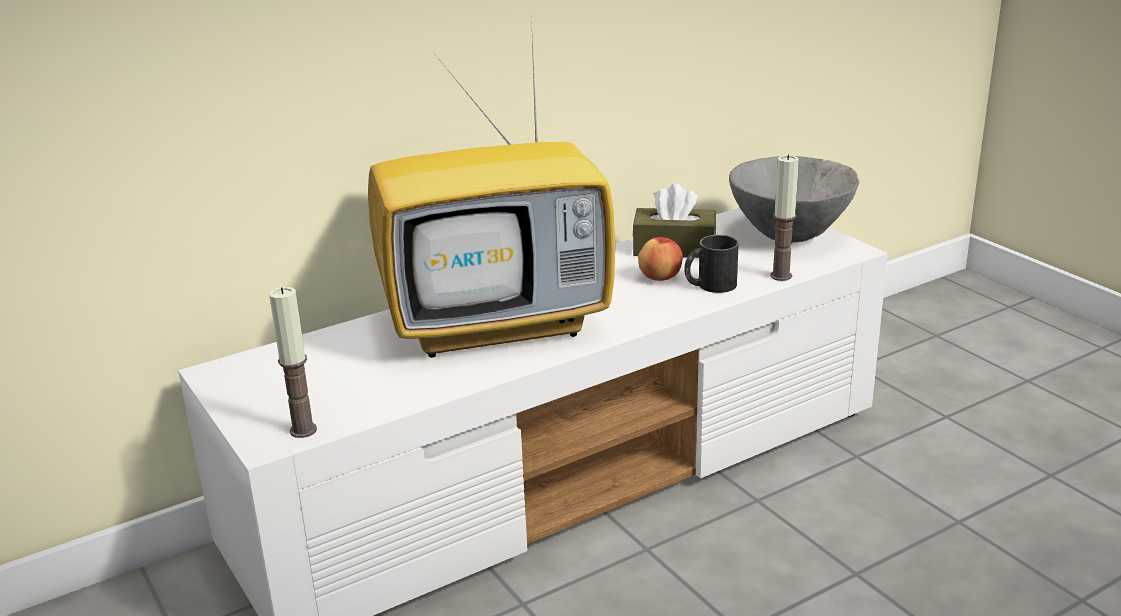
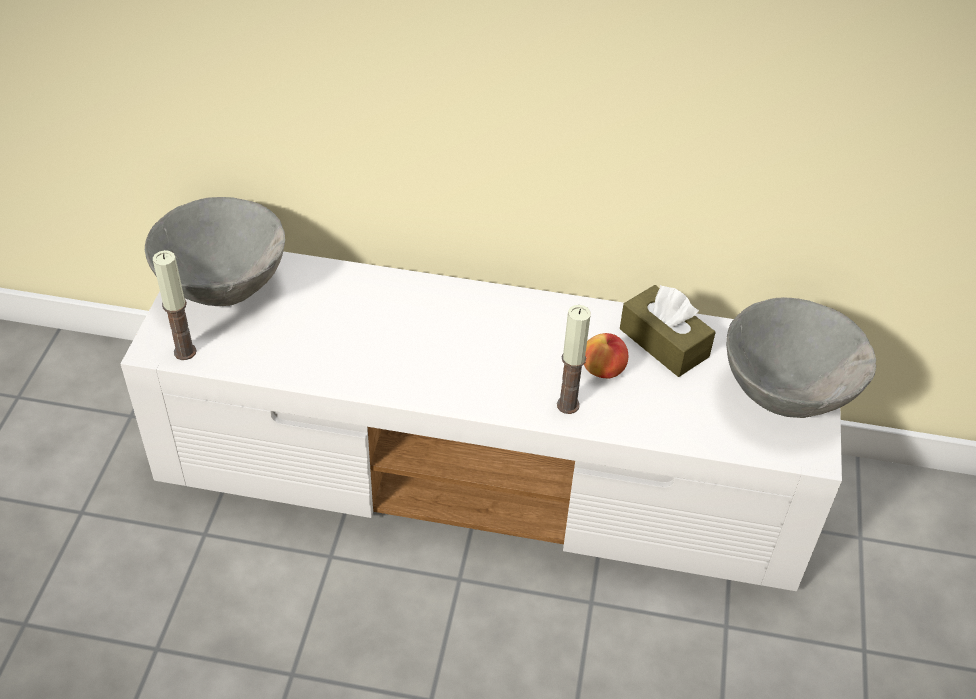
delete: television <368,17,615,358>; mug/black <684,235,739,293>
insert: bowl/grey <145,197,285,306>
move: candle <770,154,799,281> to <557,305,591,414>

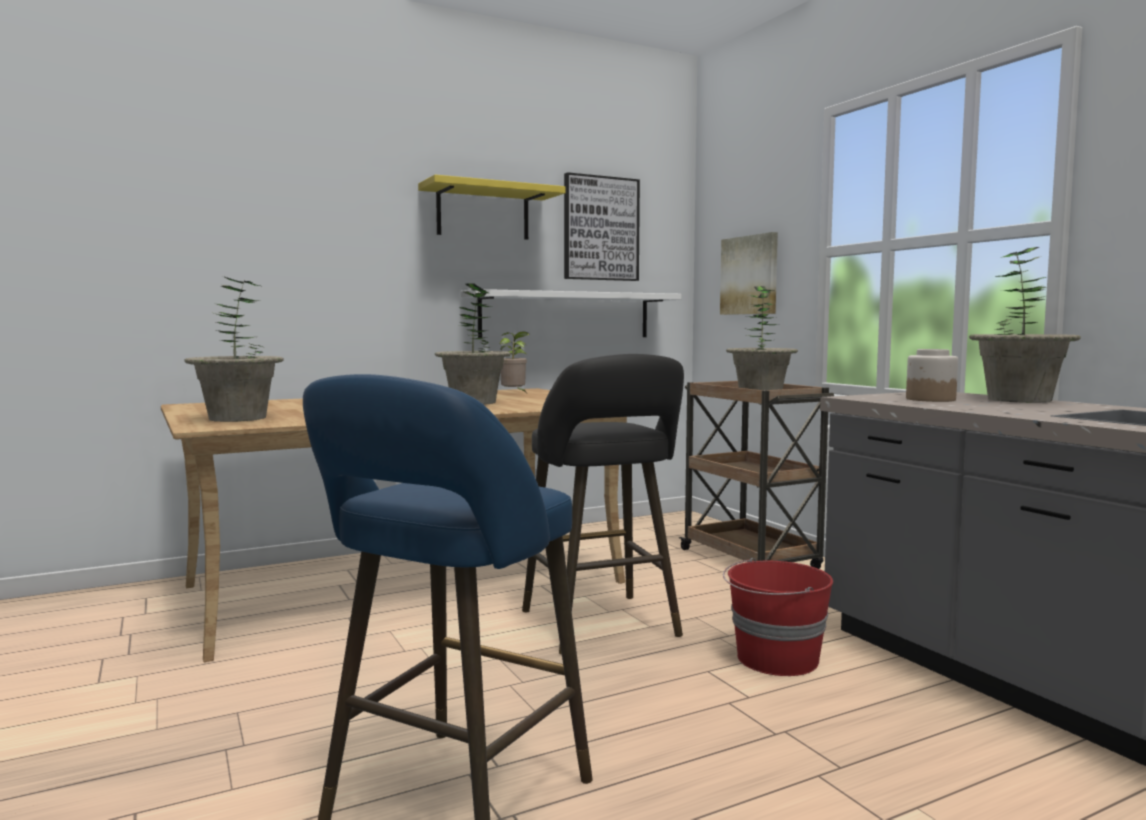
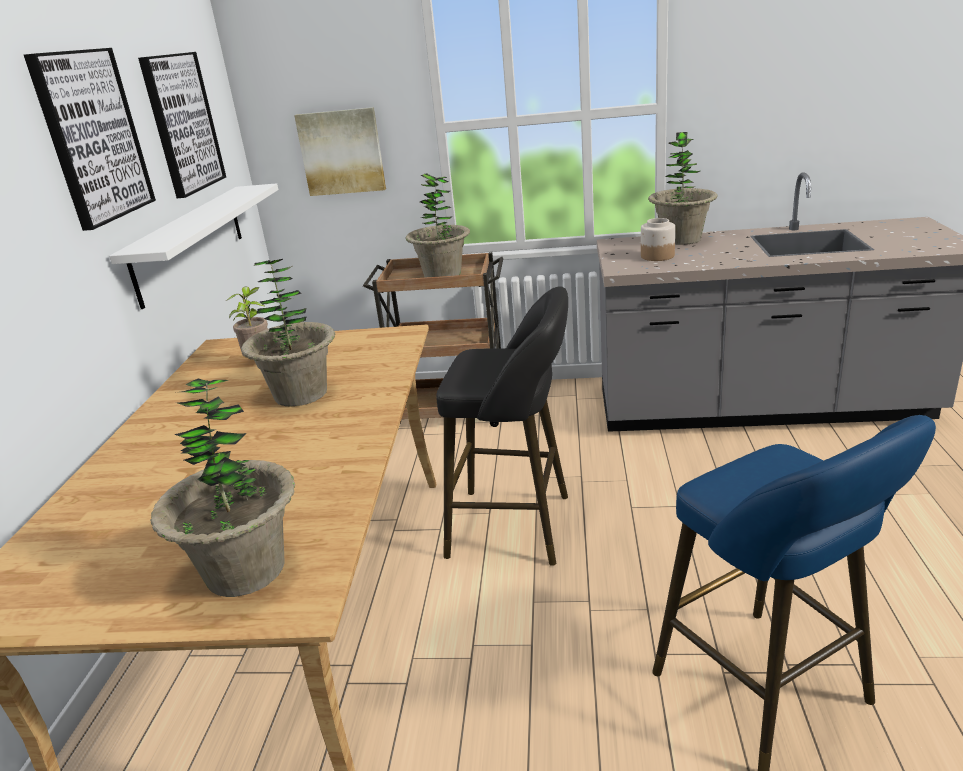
delete: bucket/red <723,558,833,676>
replace: shelf/yellow <418,174,565,240> to picture <24,48,156,231>

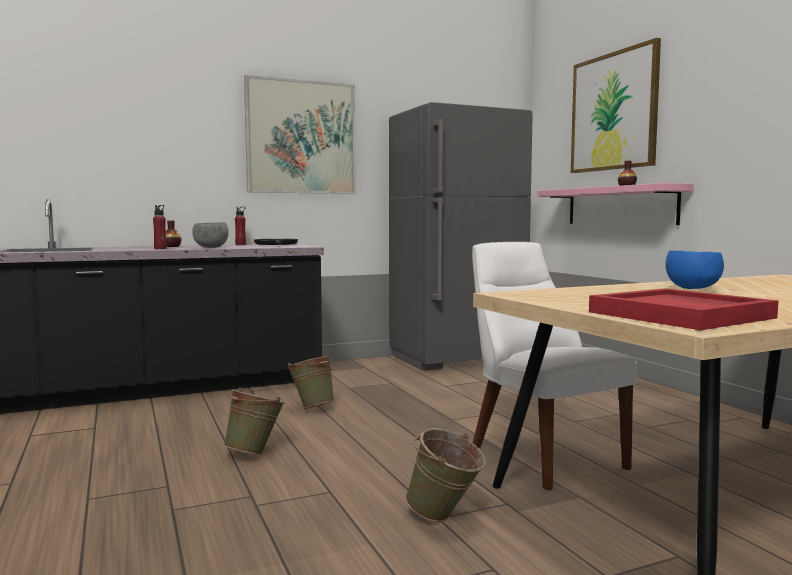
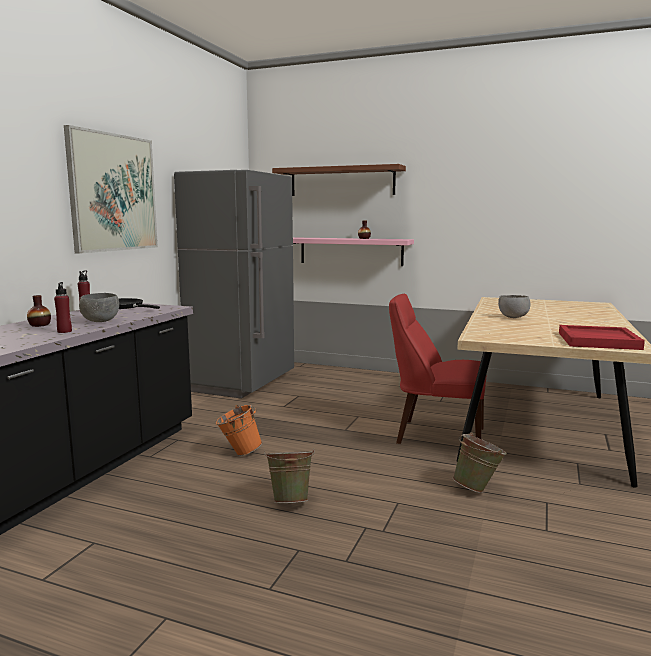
replace: picture <571,38,661,173> to shelf/brown <272,164,406,196>
recolor: bucket/green <287,356,335,409> to bucket/orange <215,405,262,456>; chair/white <472,242,637,490> to chair/red <389,294,487,444>; bowl/blue <665,251,724,289> to bowl/grey <498,295,530,318>

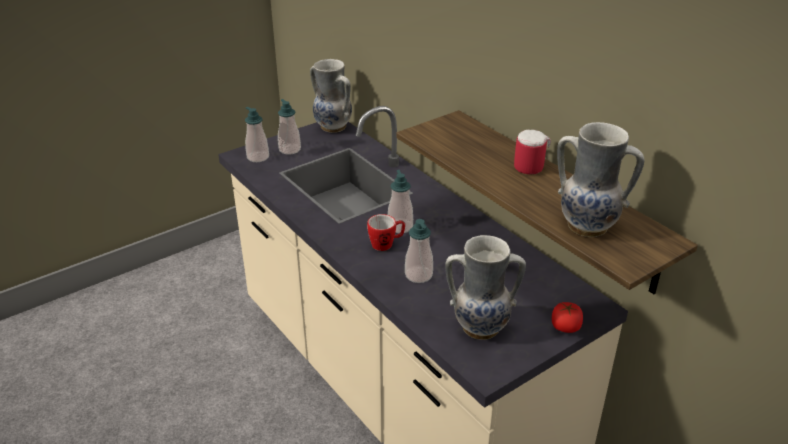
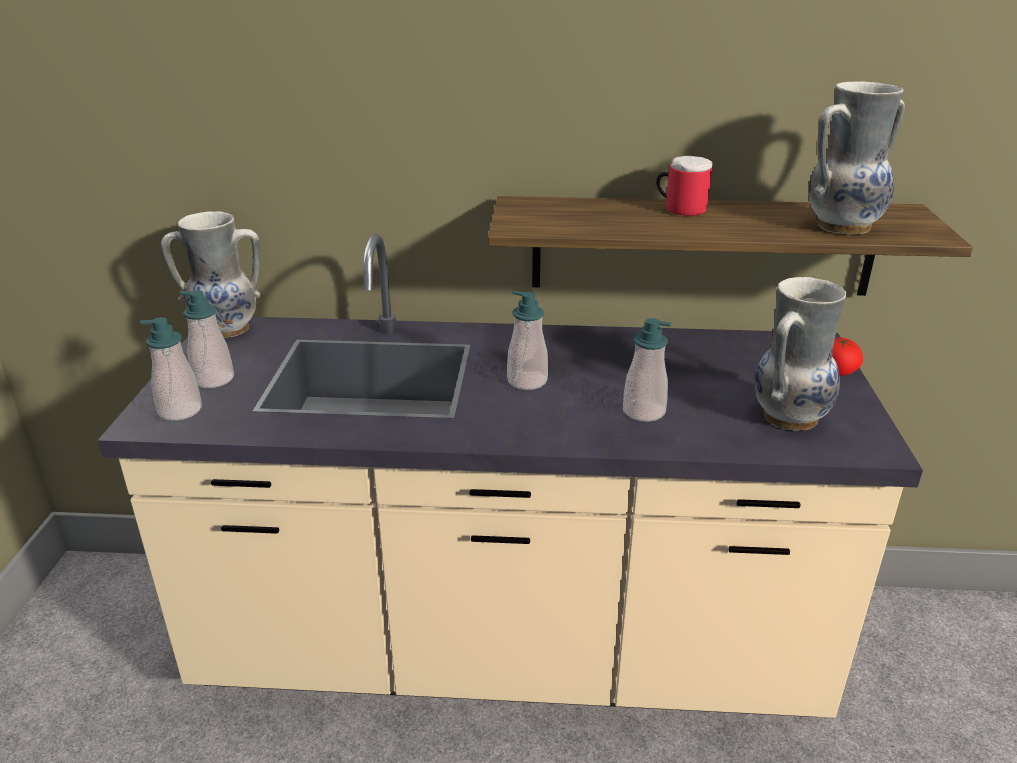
delete: mug <367,214,405,251>

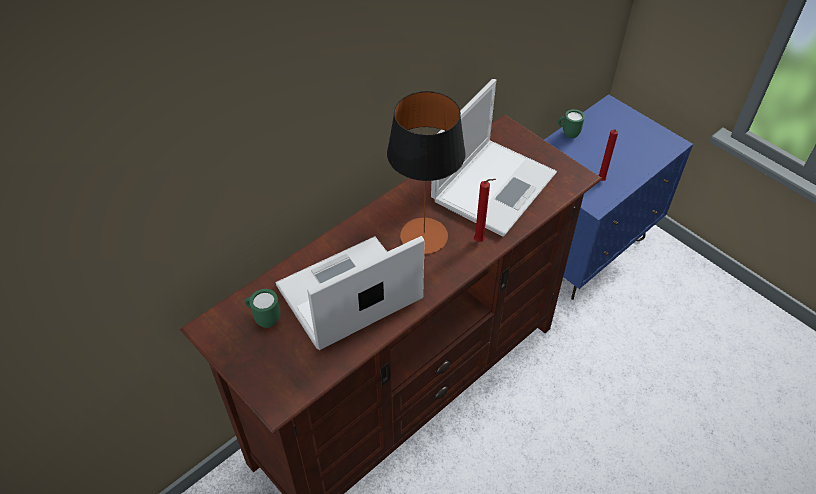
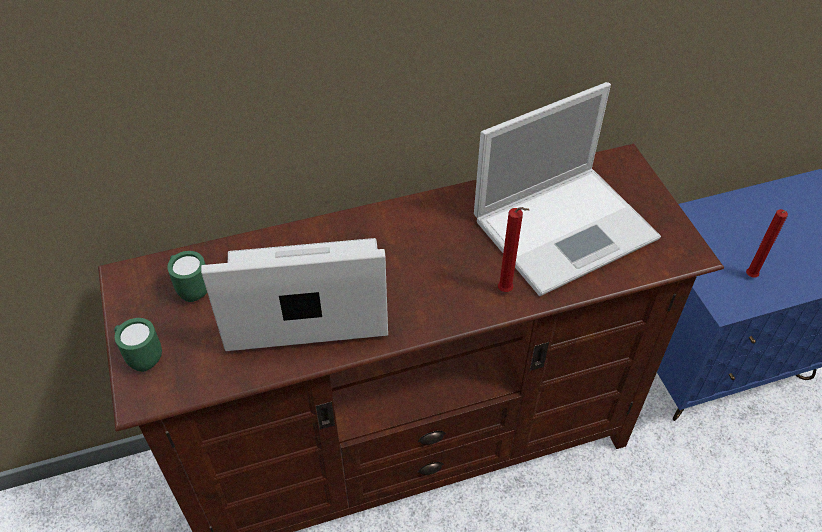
delete: table lamp <387,91,466,254>
move: mug/green <558,109,585,138> to <114,318,162,372>

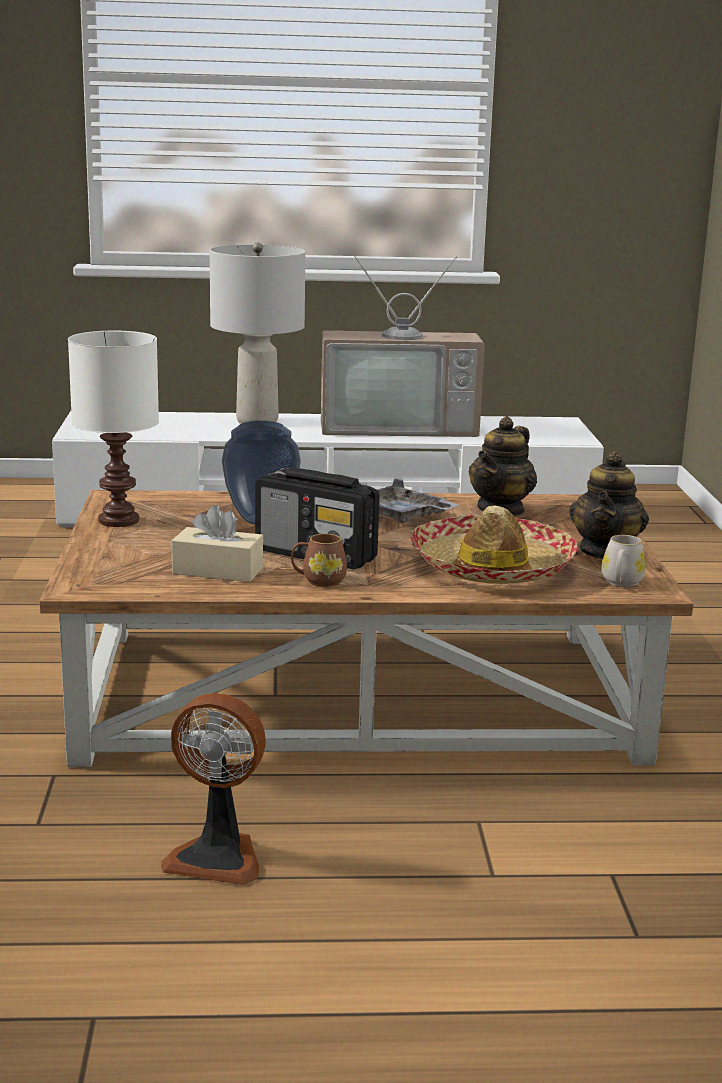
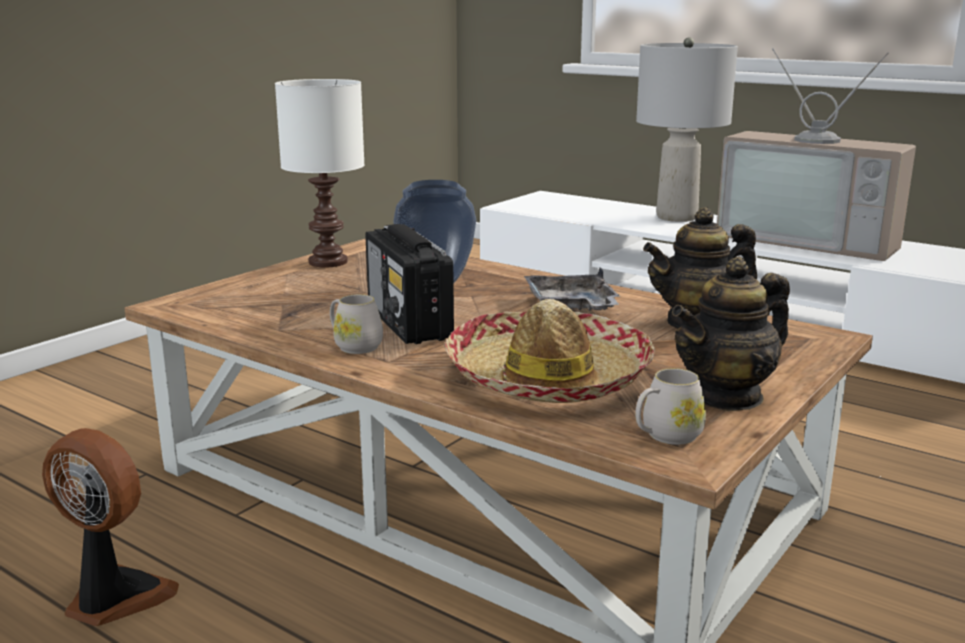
delete: tissue box/beige <172,505,263,582>
recolor: mug/brown <291,534,347,587> to mug/white <330,294,383,354>
rotate: fan <160,693,266,885> = <42,428,179,626> 150 degrees clockwise

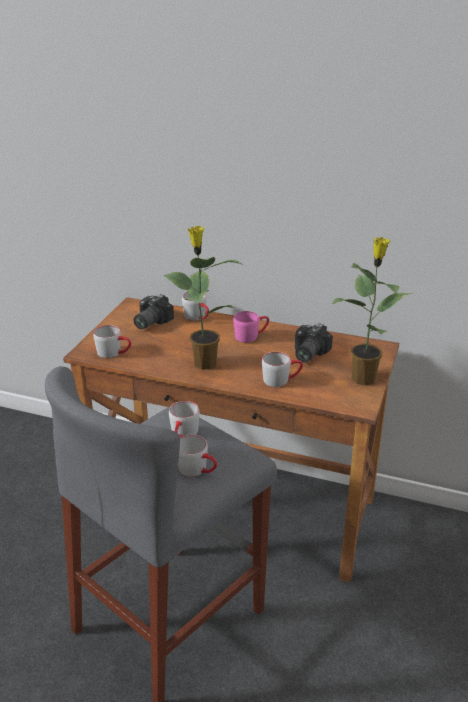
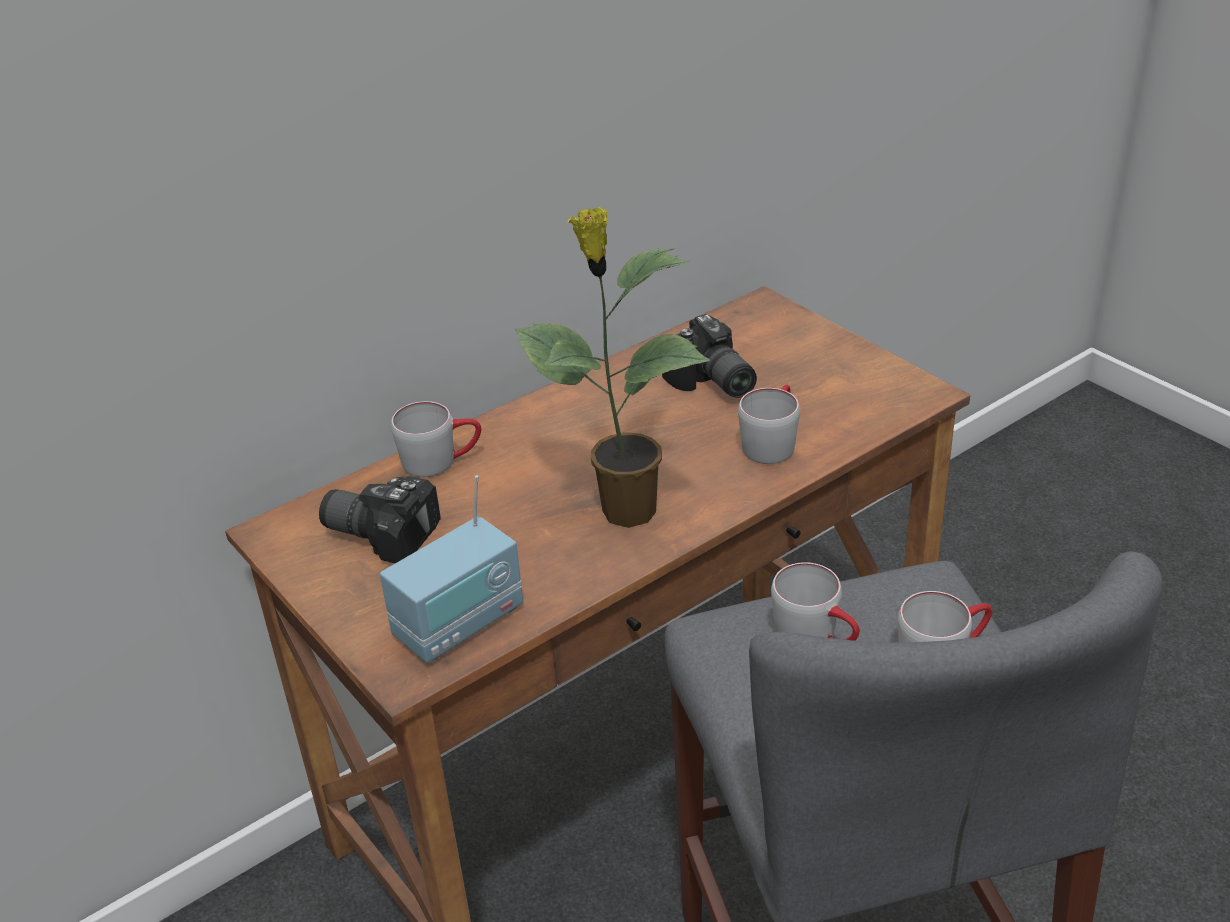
delete: mug/pink <233,311,269,343>; potted plant <332,237,411,385>
replace: mug/grey <93,325,131,358> to radio <380,475,523,663>
rotate: photo camera <134,294,174,330> = <319,476,441,563> 135 degrees clockwise

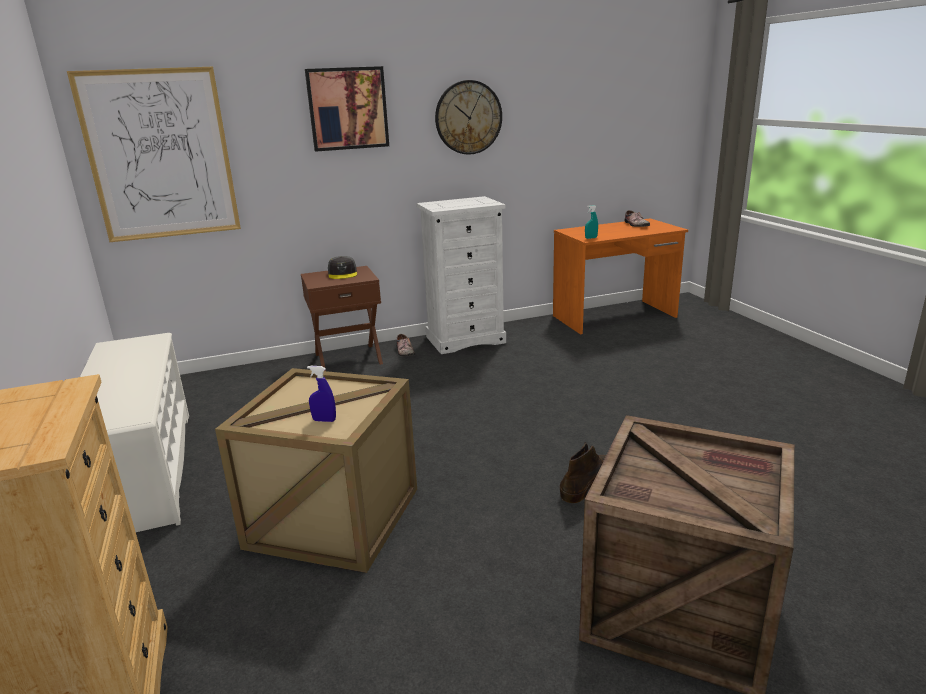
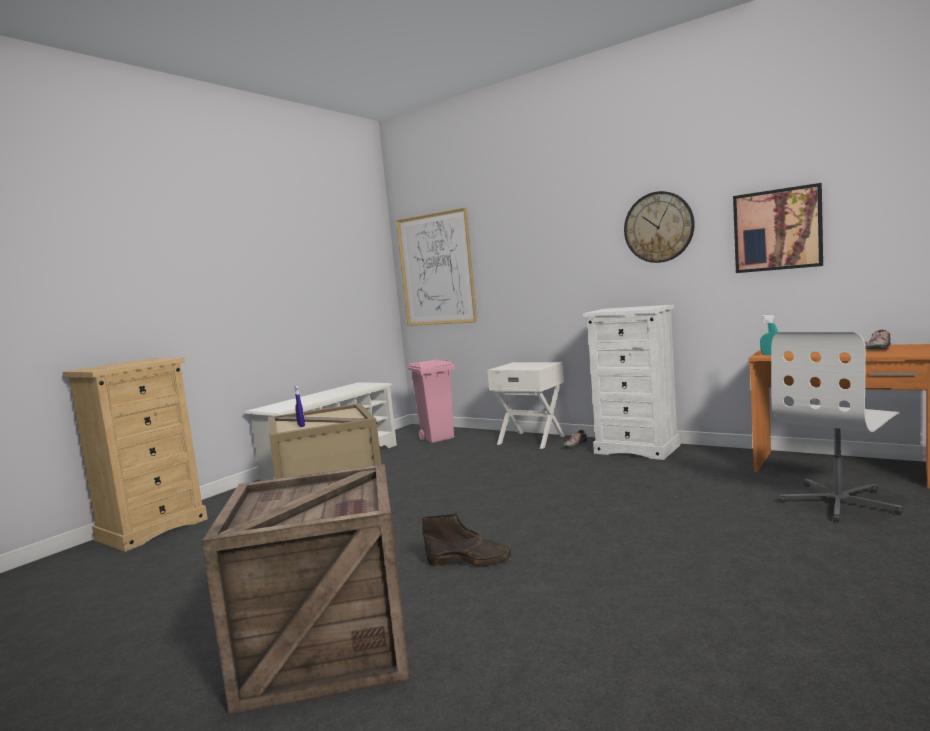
delete: cap/grey <328,256,357,279>
insert: trash can/pink <408,359,455,443>; office chair/white <771,332,903,522>
move: picture <305,66,389,152> to <733,183,823,273>
recolor: nightstand/brown <301,266,383,371> to nightstand/white <487,362,565,449>

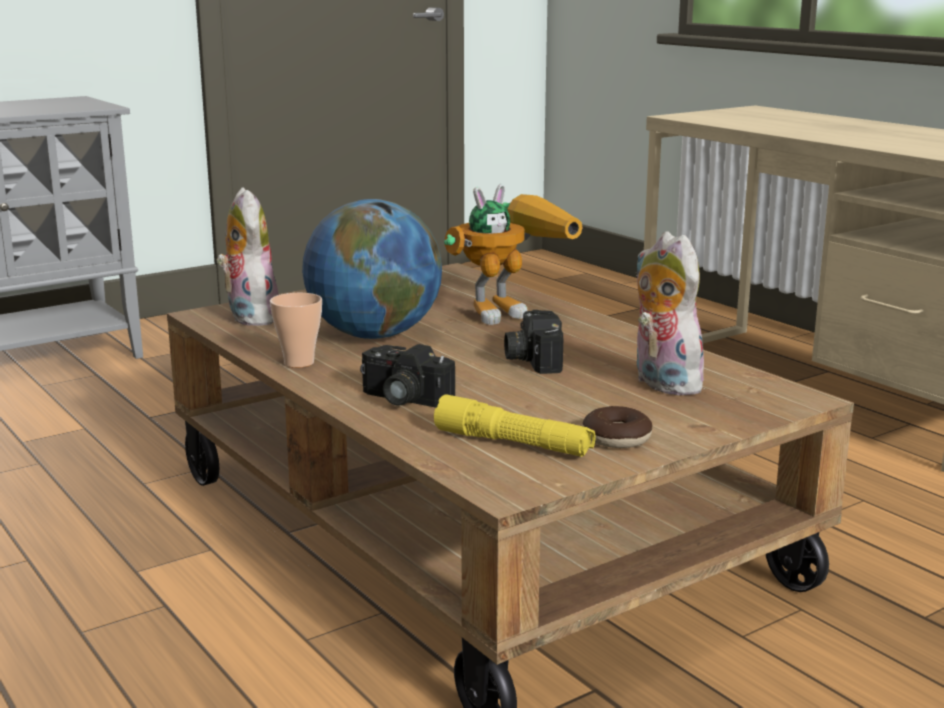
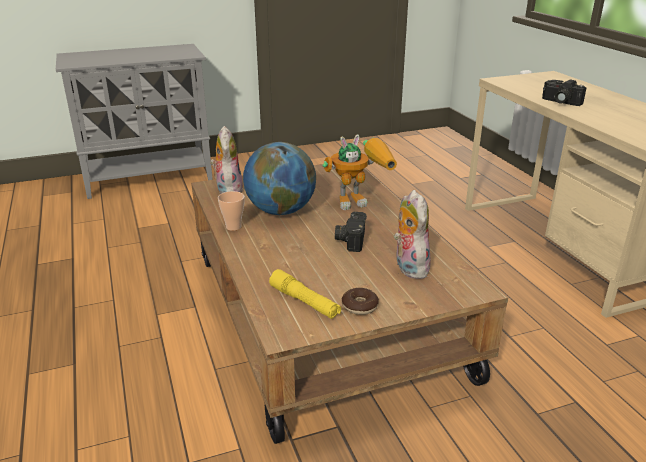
move: photo camera <360,344,455,407> to <542,80,587,106>

